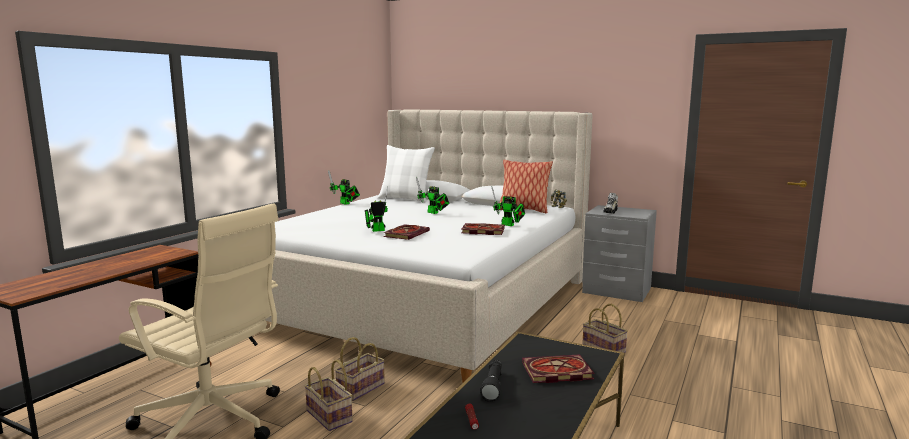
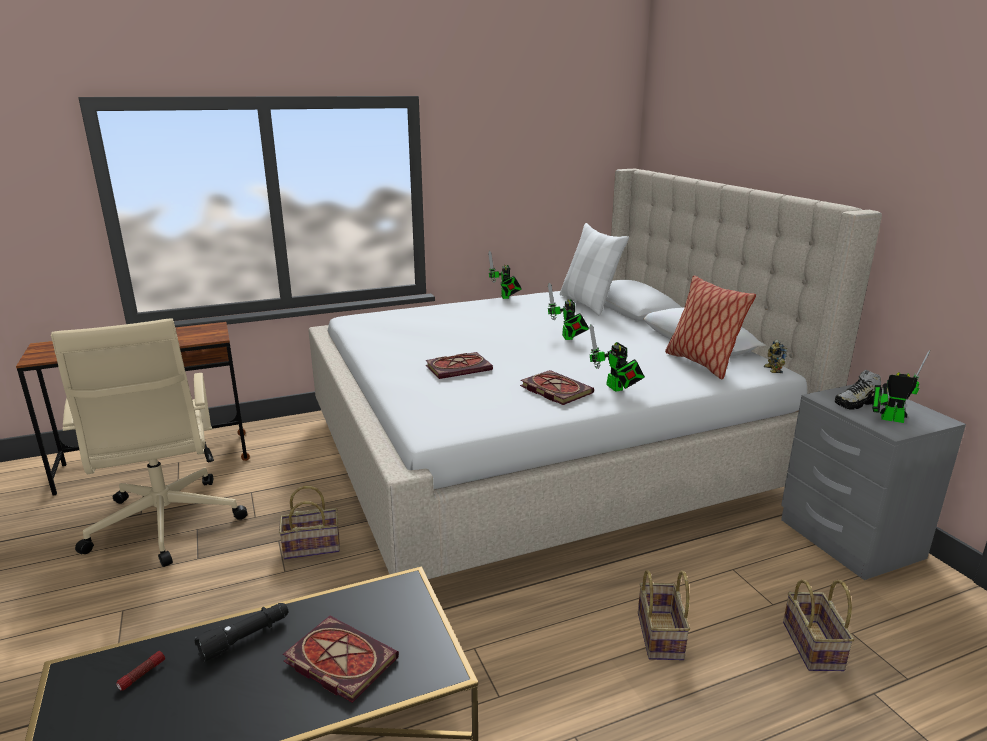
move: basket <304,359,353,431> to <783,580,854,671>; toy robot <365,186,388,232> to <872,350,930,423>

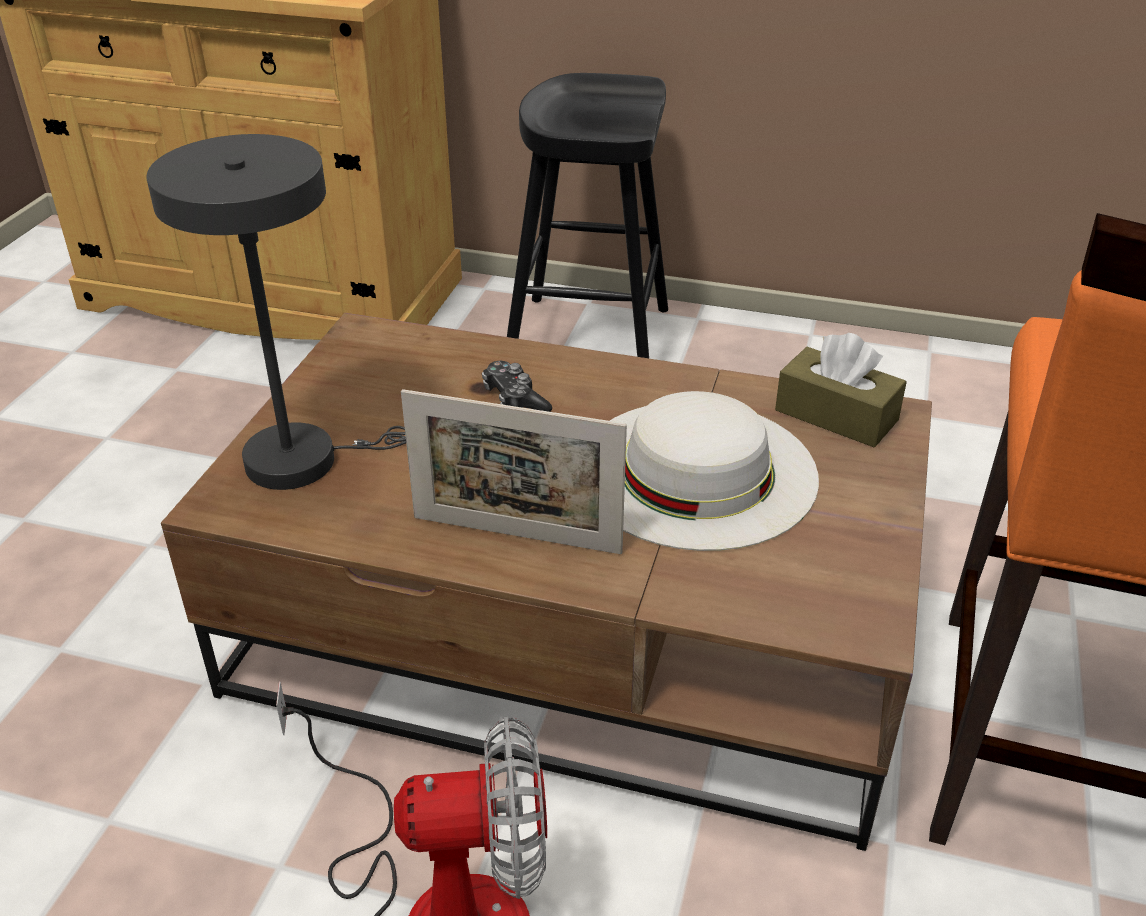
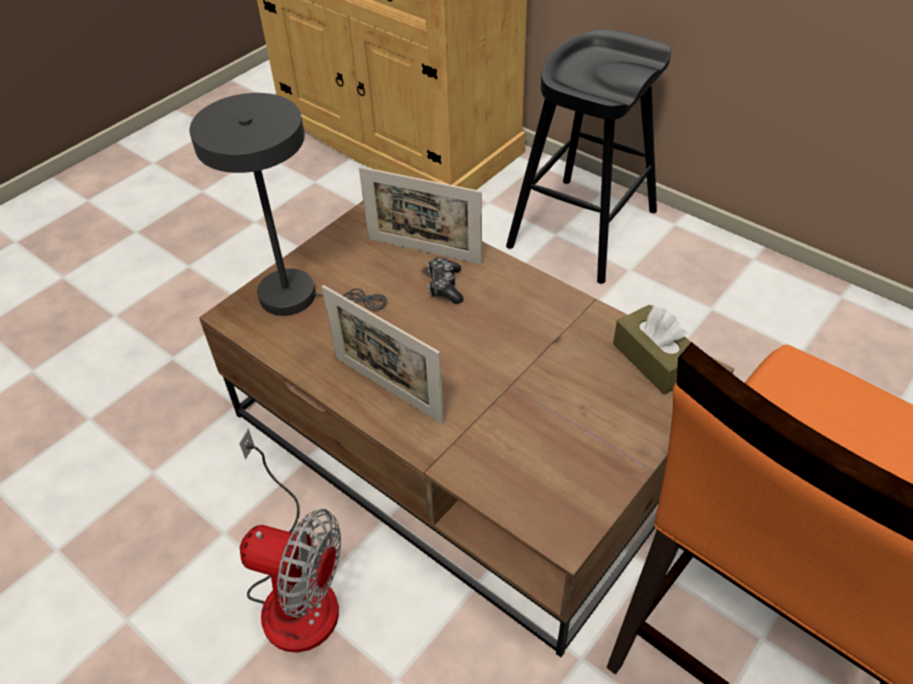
delete: hat/white <610,391,819,551>
insert: picture frame <359,167,482,264>

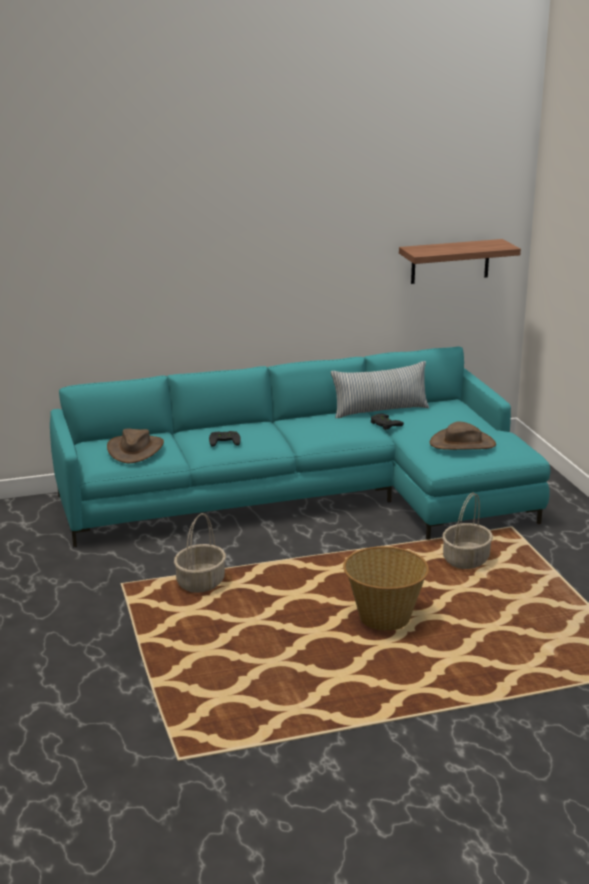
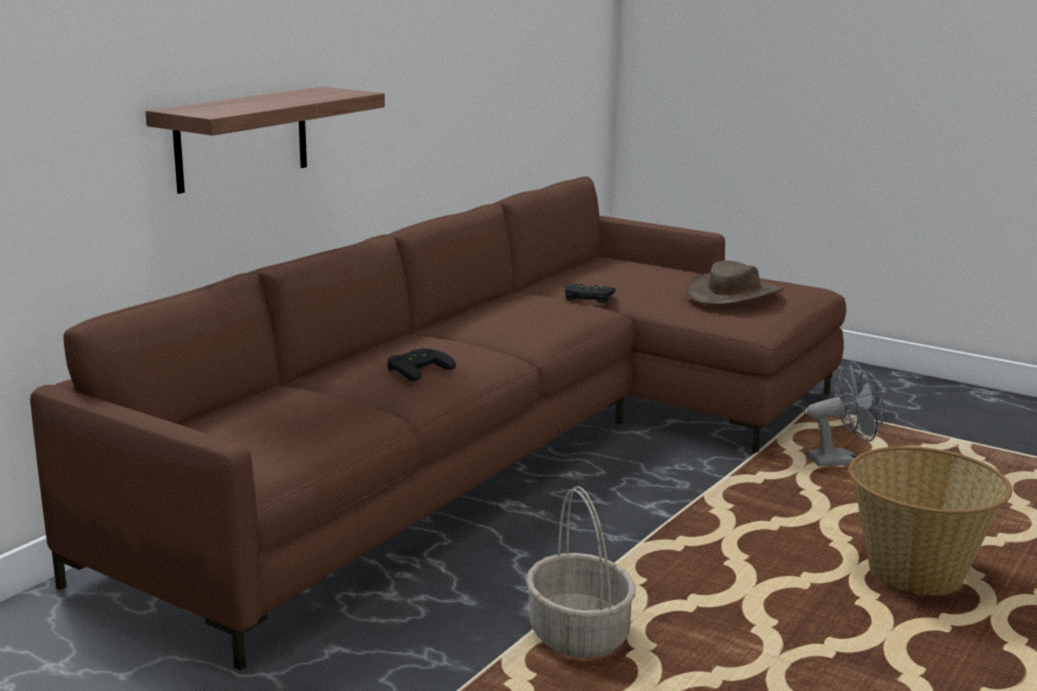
delete: hat/brown <107,429,164,463>; pillow <331,361,429,418>
move: shelf <399,239,521,284> to <145,87,385,194>
replace: basket <442,493,493,569> to fan/grey <807,361,885,467>
recolor: sofa/turquoise <50,346,550,548> to sofa/brown <30,177,846,670>

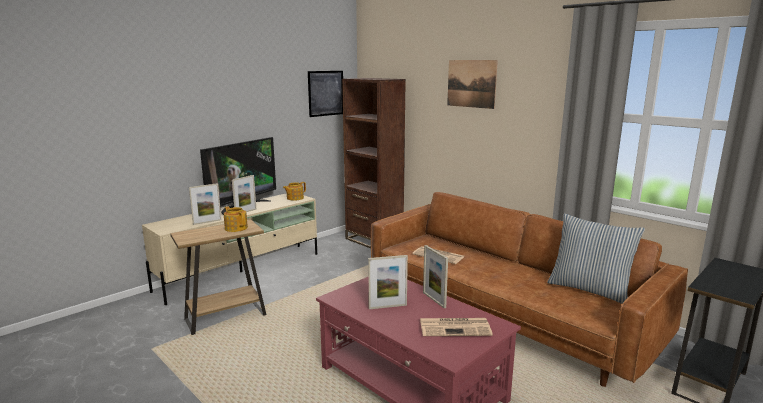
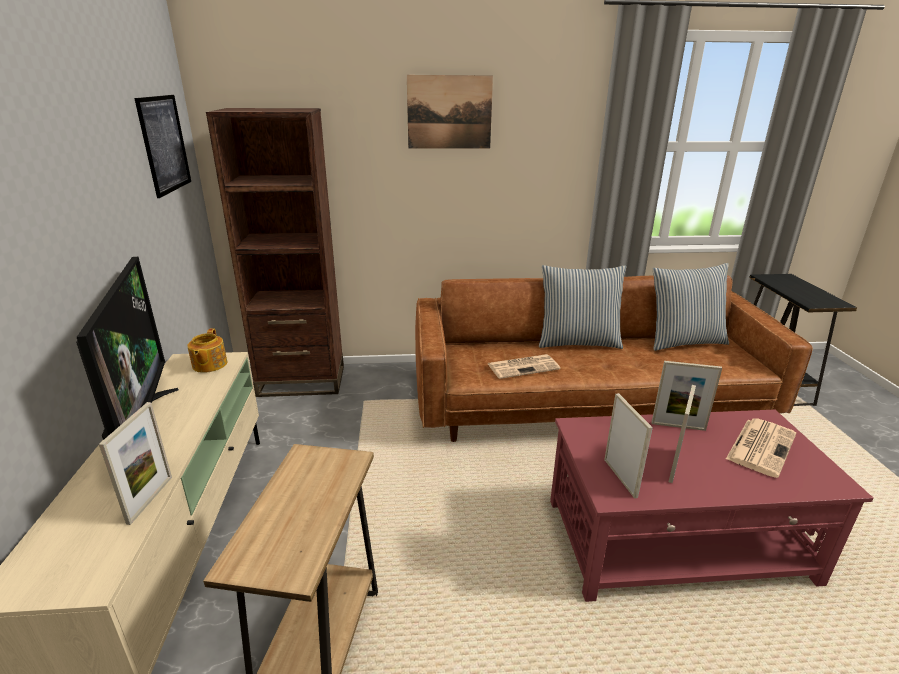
delete: teapot <224,206,248,232>
insert: pillow <539,265,626,349>
move: picture frame <232,175,256,212> to <604,393,653,499>

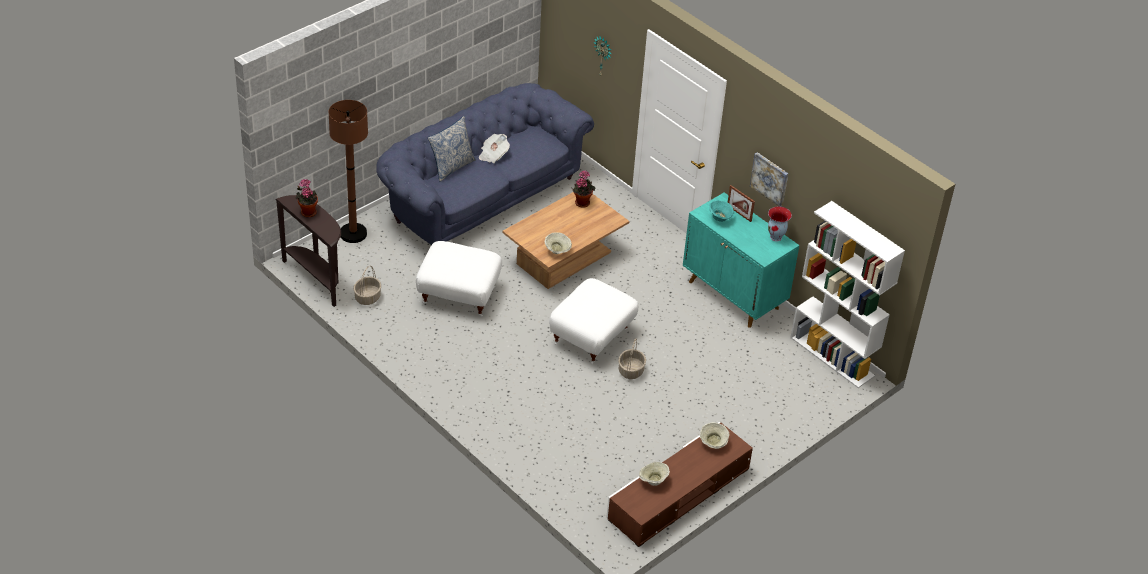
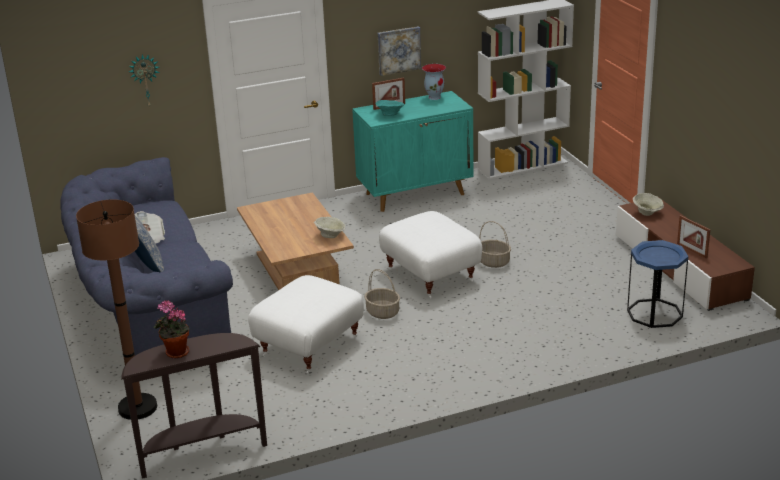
delete: potted plant <573,170,595,208>
insert: side table/blue <627,240,688,328>
move: basket <354,266,381,305> to <364,269,400,319>
replace: bowl/beige <639,462,670,486> to picture frame <677,215,710,259>

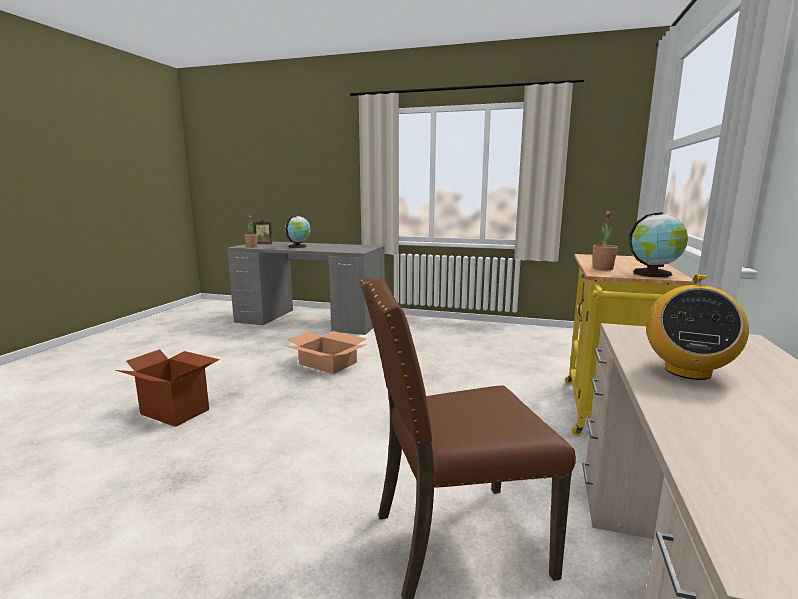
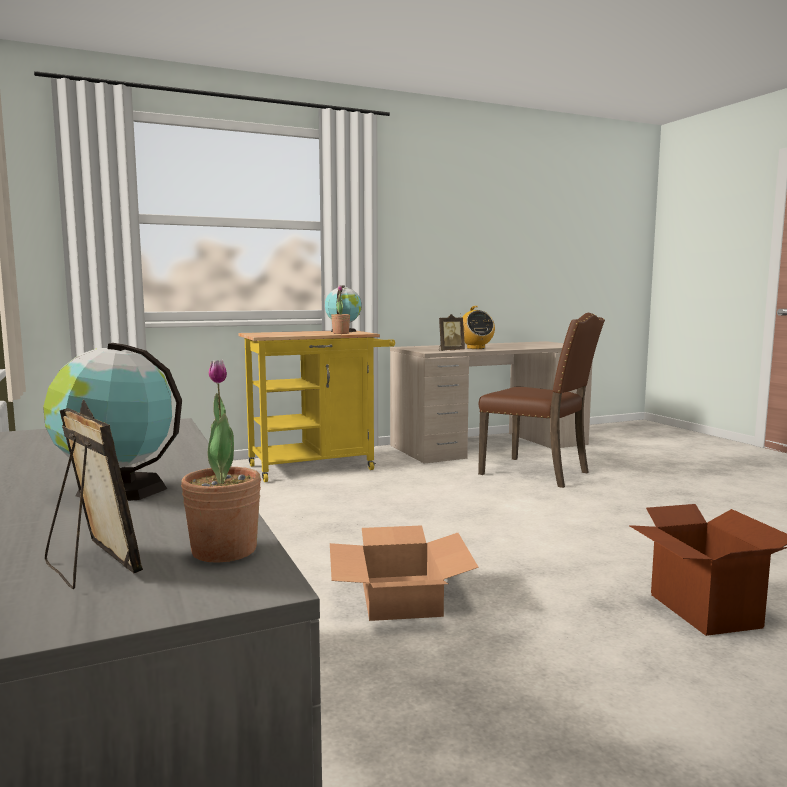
insert: picture frame <439,314,465,351>
rotate: radio <646,274,749,380> = <460,306,495,349> 90 degrees clockwise

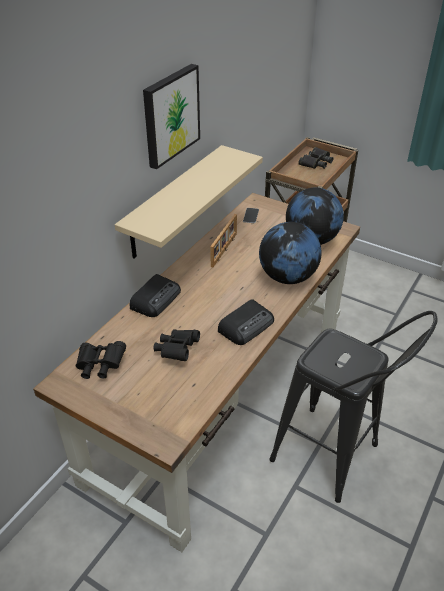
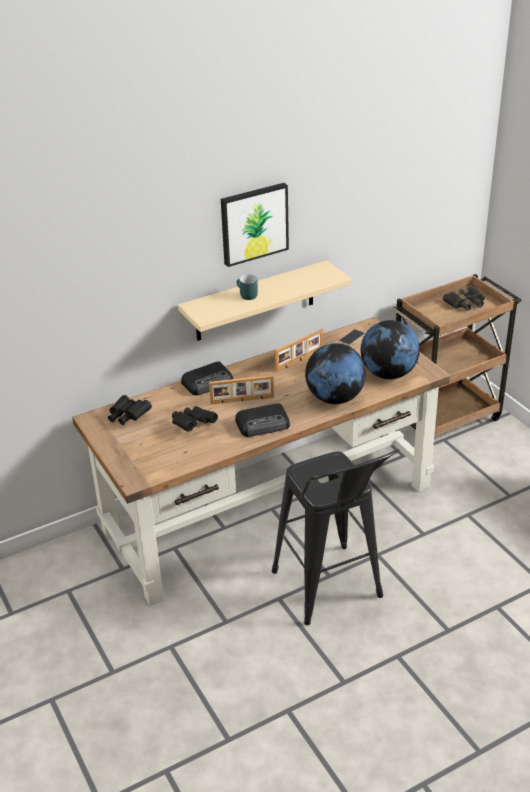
insert: picture frame <209,375,274,404>; mug/turquoise <237,275,258,300>

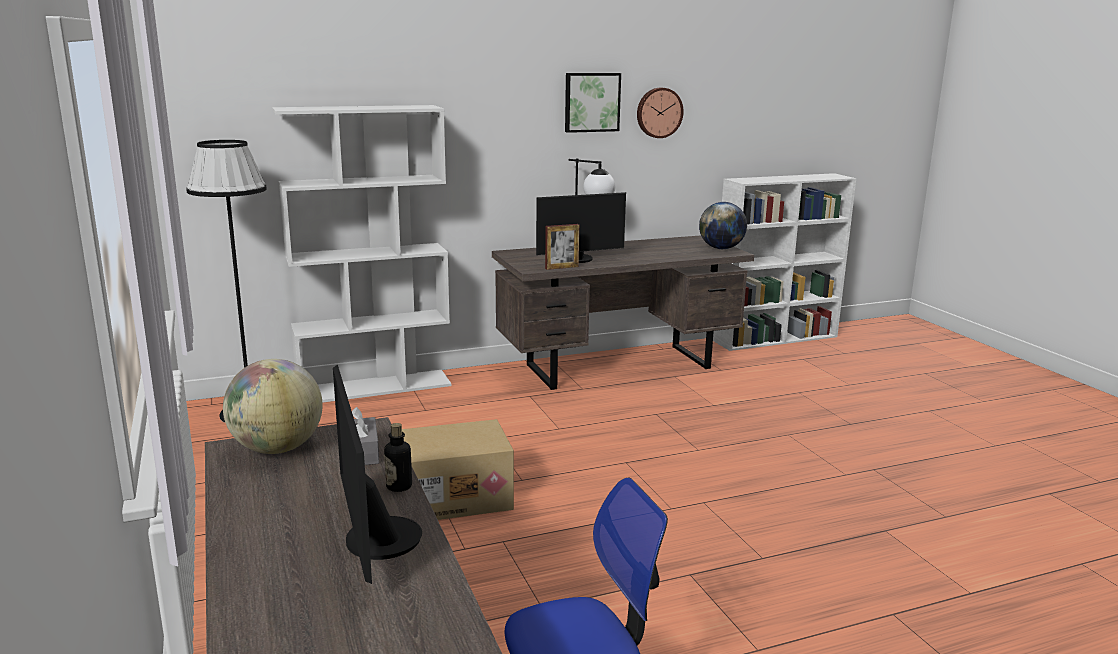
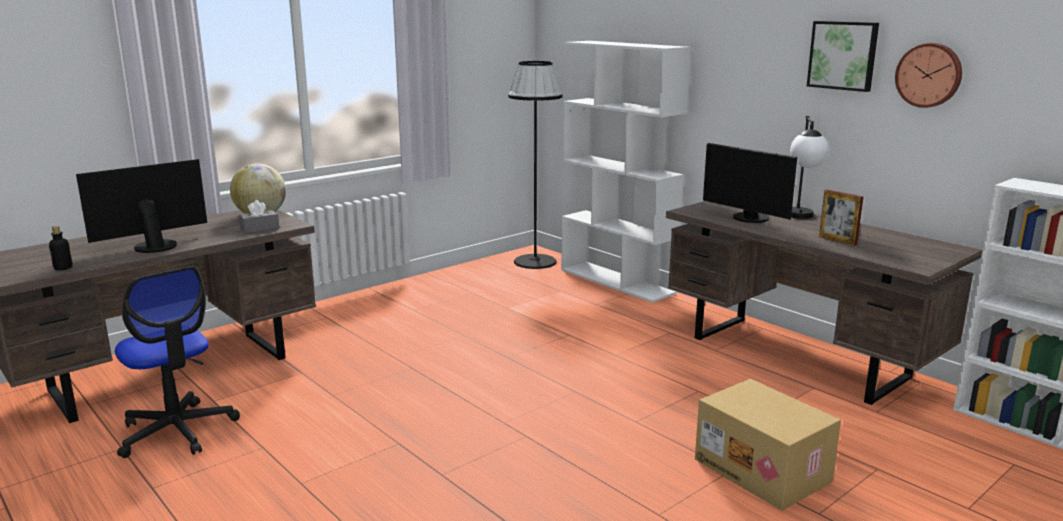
delete: globe <699,202,747,249>
move: bottle <384,423,412,492> to <49,226,73,270>; cardboard box <402,419,514,520> to <695,379,841,511>; picture frame <545,224,579,270> to <819,190,864,245>

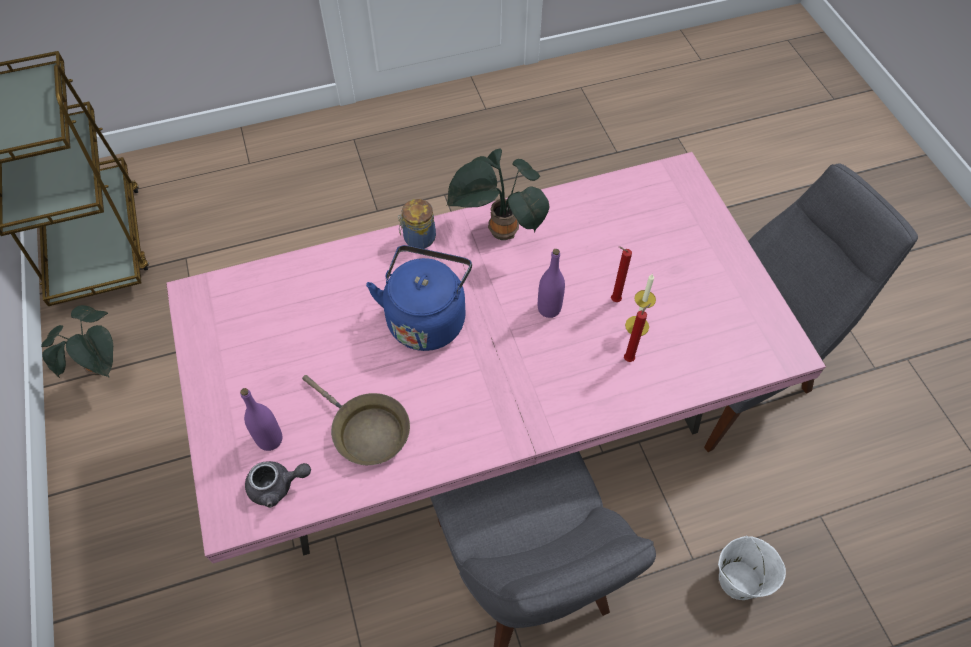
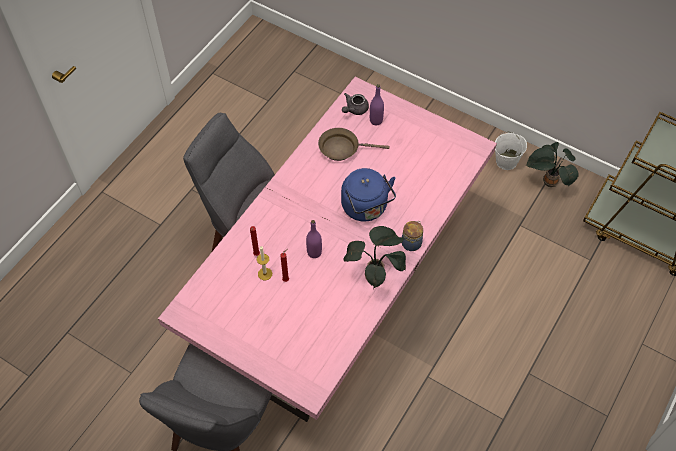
move: bucket/white <718,536,786,600> to <495,132,527,170>

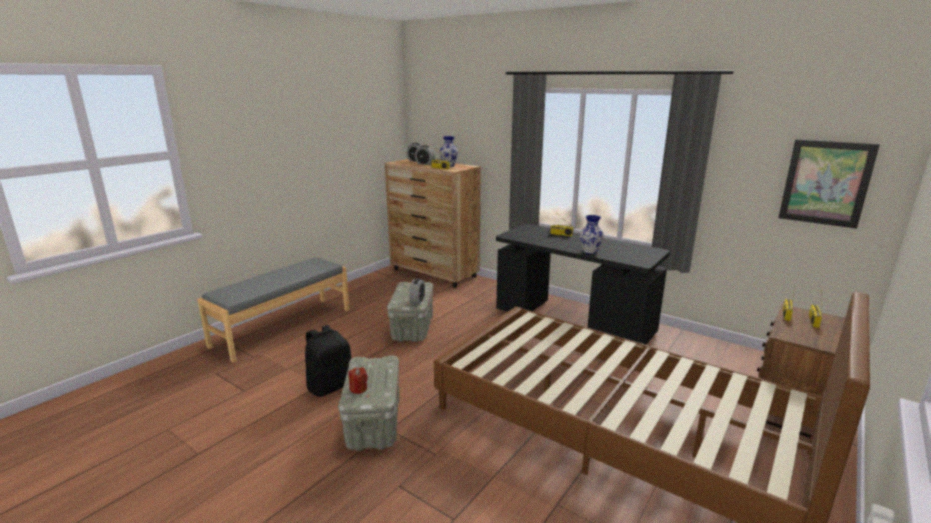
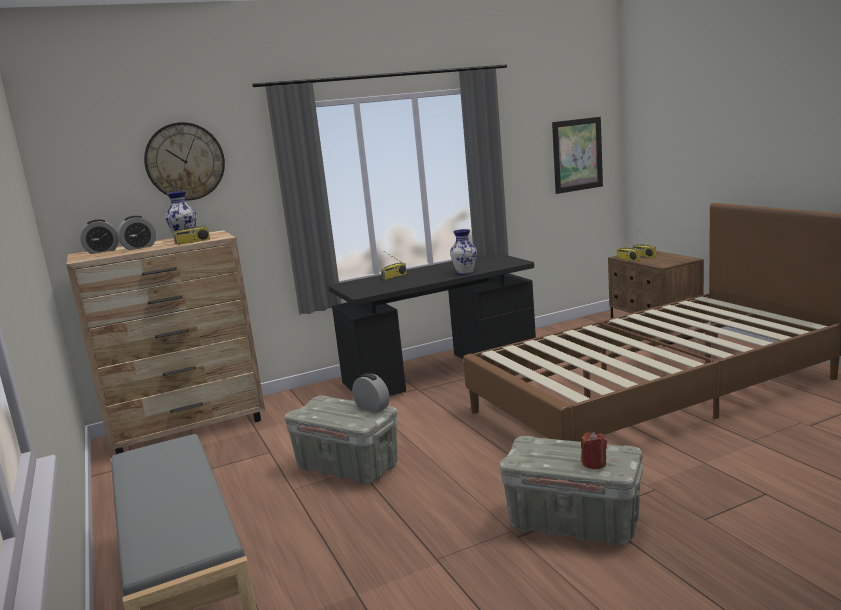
delete: backpack/black <305,325,351,397>
insert: wall clock <144,122,225,201>

